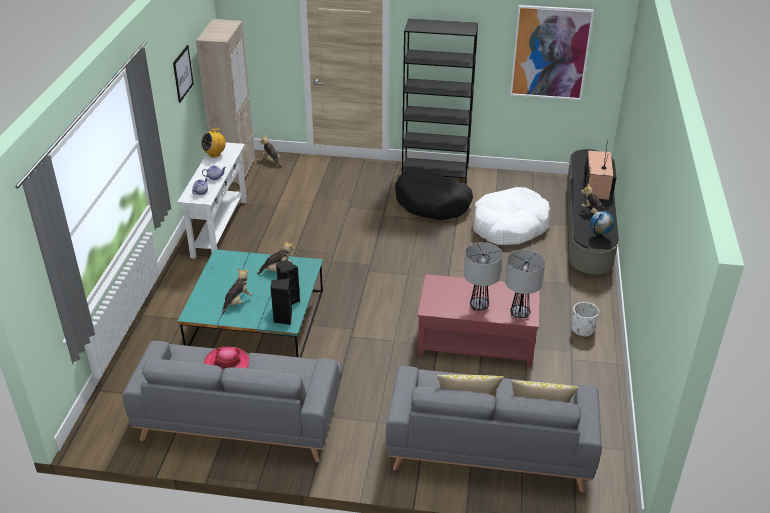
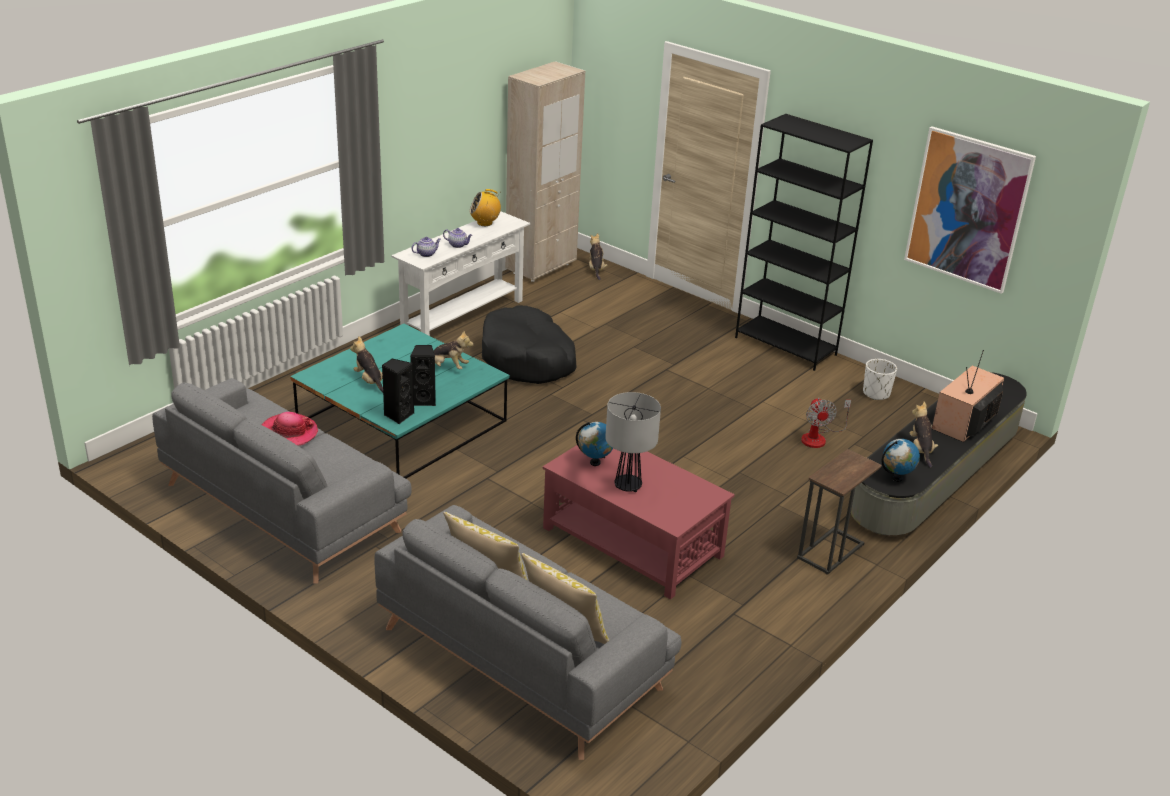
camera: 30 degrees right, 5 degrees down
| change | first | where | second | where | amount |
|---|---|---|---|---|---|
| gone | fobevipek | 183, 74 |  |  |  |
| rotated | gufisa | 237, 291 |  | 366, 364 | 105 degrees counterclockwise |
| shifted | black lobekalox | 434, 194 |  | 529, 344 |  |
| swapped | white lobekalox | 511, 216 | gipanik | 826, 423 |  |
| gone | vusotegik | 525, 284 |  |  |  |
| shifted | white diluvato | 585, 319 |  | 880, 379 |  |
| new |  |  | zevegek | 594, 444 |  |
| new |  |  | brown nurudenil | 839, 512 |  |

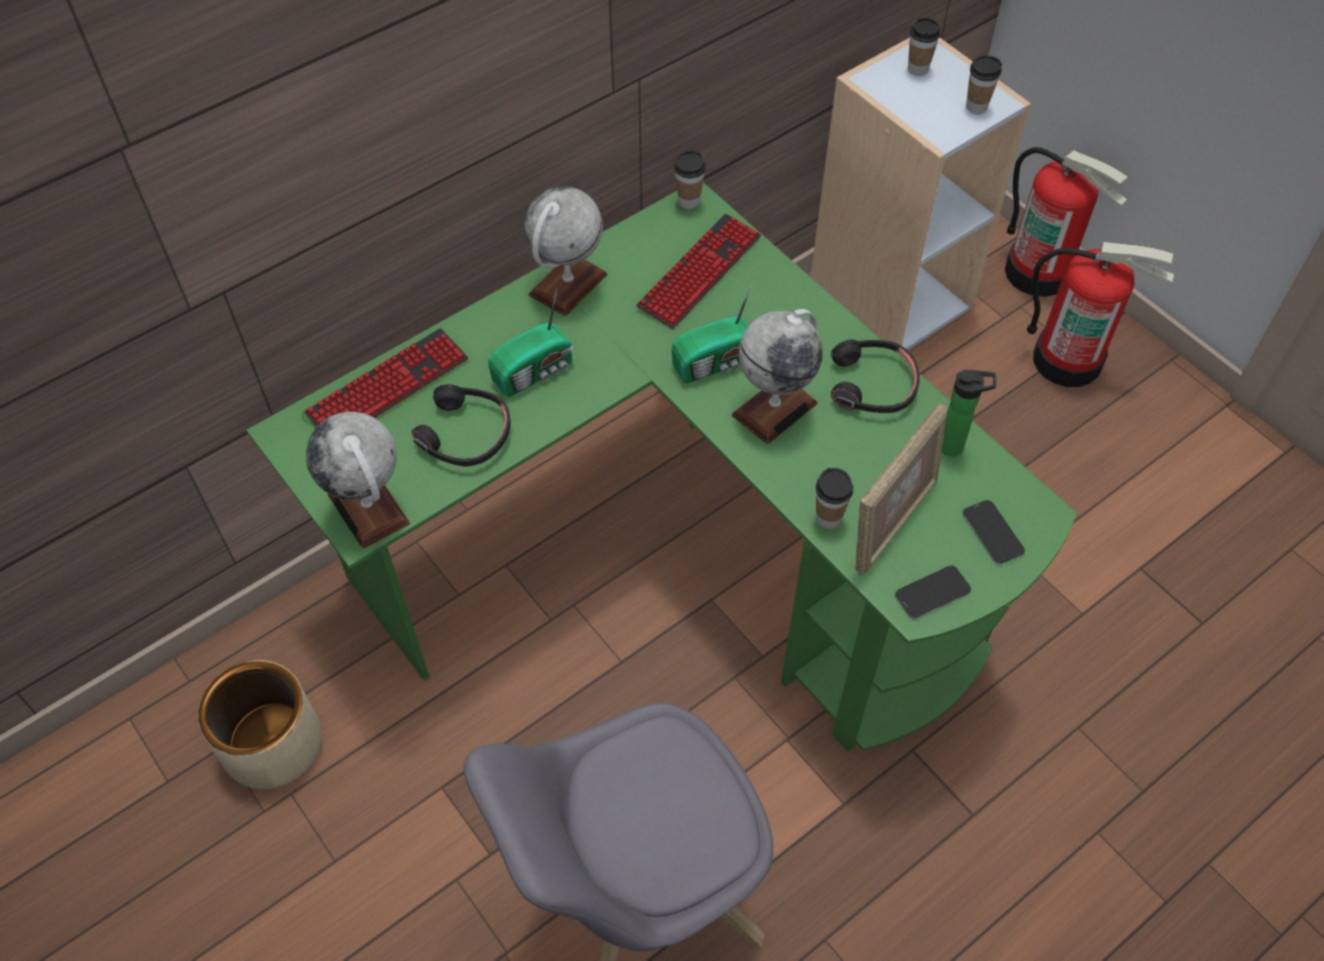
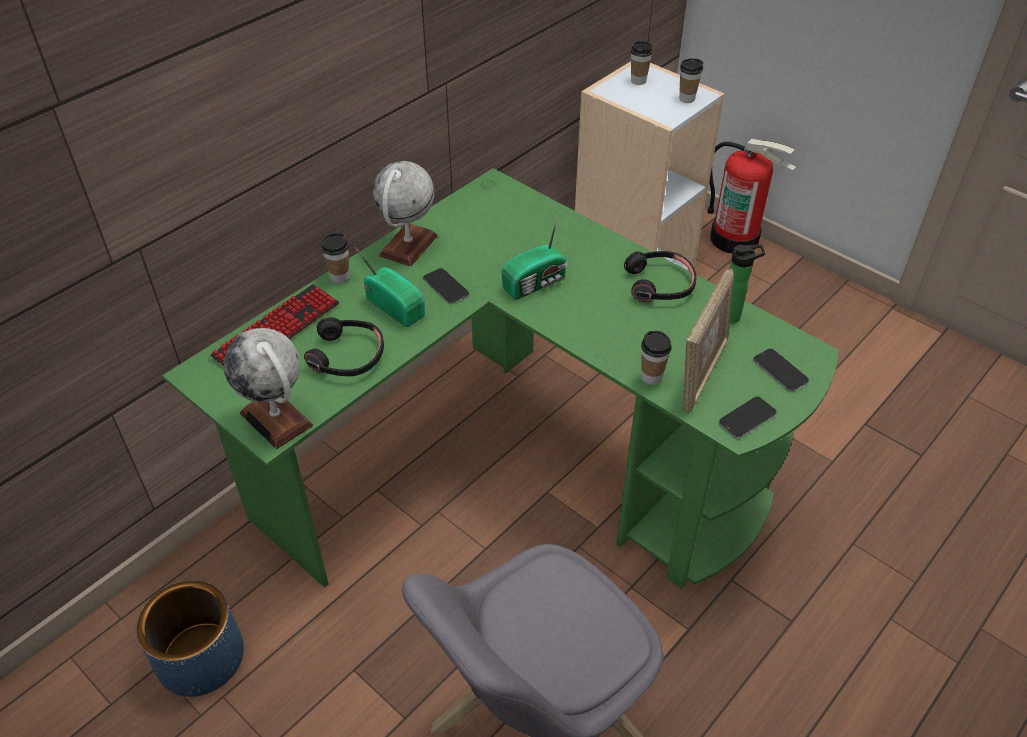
camera: 10 degrees left, 10 degrees down
| change | first | where | second | where | amount |
|---|---|---|---|---|---|
| repainted | beige diluvato | 260, 724 | blue diluvato | 190, 639 |  |
| rotated | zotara | 530, 342 |  | 390, 287 | 90 degrees counterclockwise |
| gone | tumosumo | 698, 271 |  |  |  |
| shifted | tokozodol | 690, 179 |  | 335, 258 |  |
| gone | zevegek | 777, 376 |  |  |  |
| gone | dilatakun | 1100, 314 |  |  |  |
| new |  |  | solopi | 446, 286 |  |

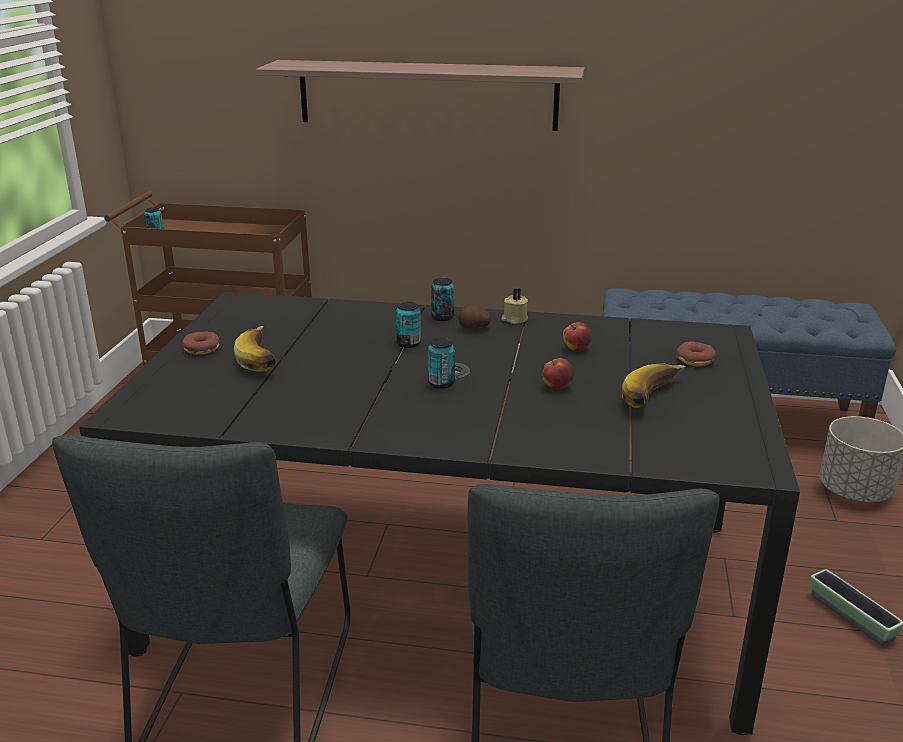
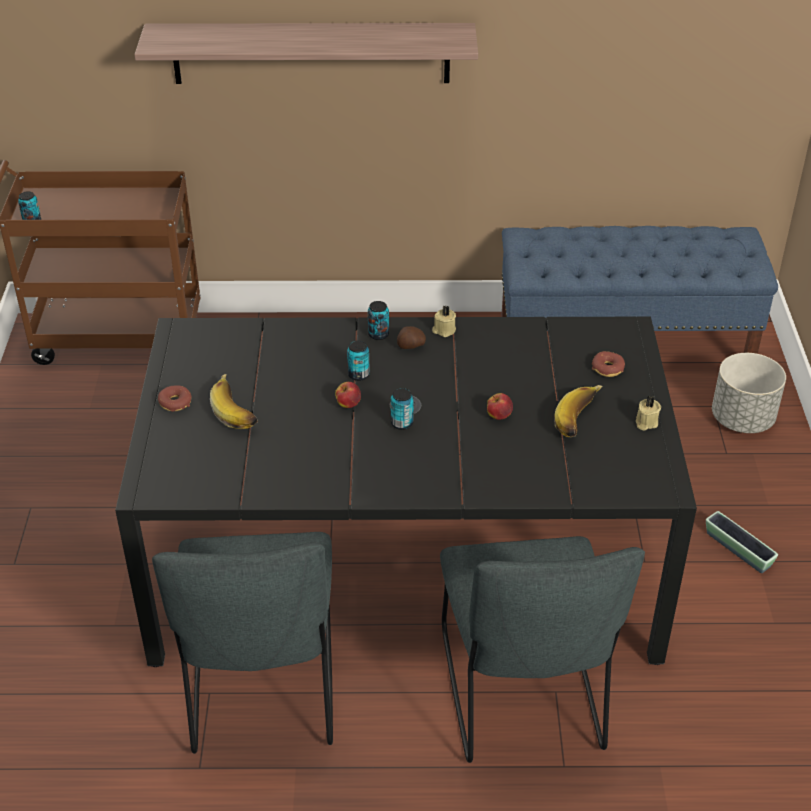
camera: 10 degrees left, 15 degrees up
| change | first | where | second | where | amount |
|---|---|---|---|---|---|
| shifted | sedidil | 577, 336 |  | 348, 395 |  |
| new |  |  | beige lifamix | 648, 413 |  |

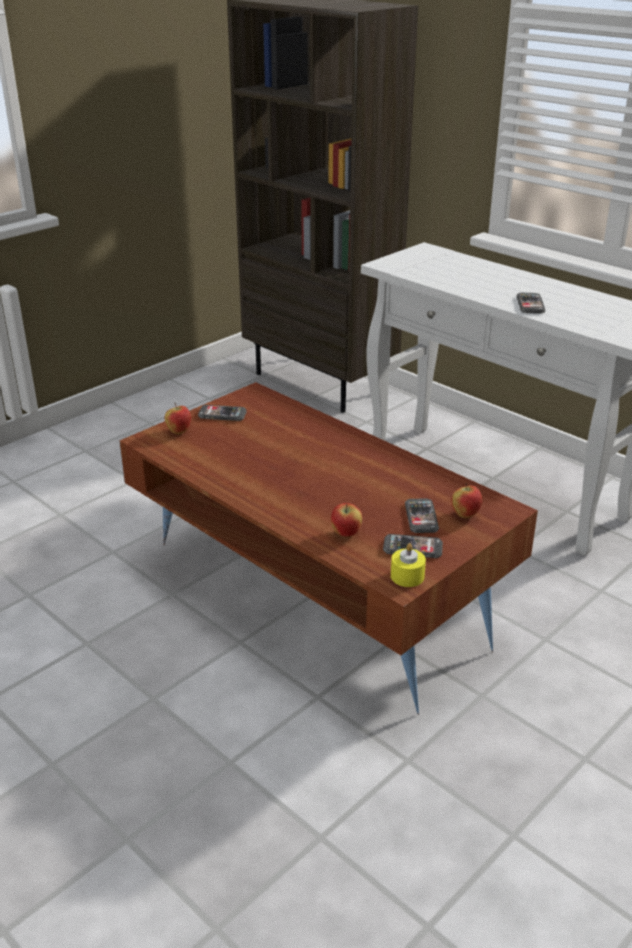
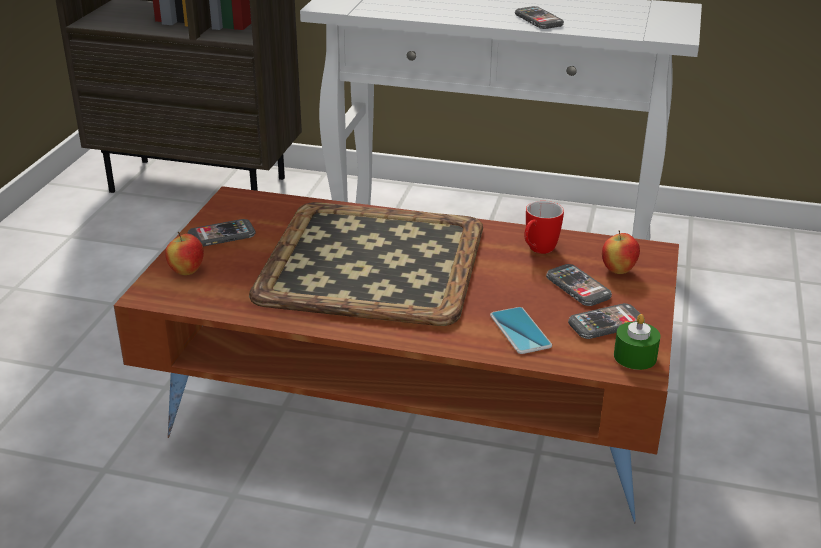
camera: 30 degrees left, 0 degrees up
| change | first | where | second | where | amount |
|---|---|---|---|---|---|
| swapped | sedidil | 346, 520 | solopi | 521, 330 |  |
| repainted | yellow lifamix | 408, 565 | green lifamix | 637, 342 |  |
| new |  |  | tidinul | 366, 264 |  |
| new |  |  | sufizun | 544, 227 |  |

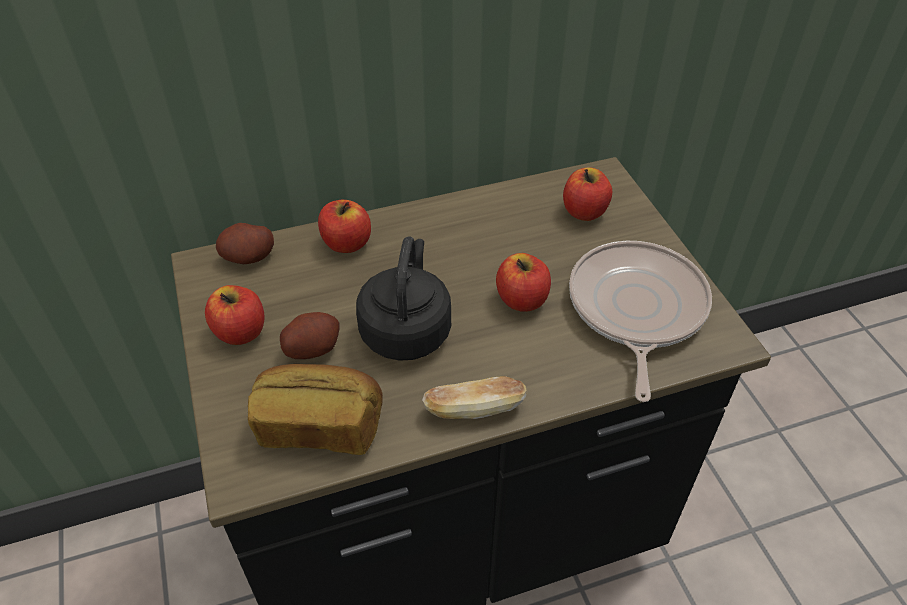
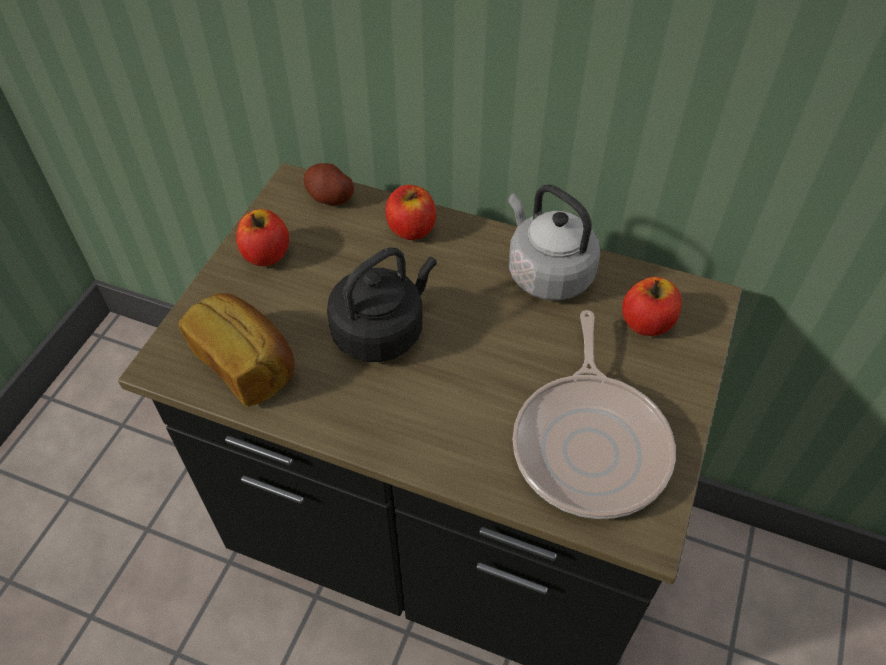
camera: 40 degrees right, 5 degrees up
| change | first | where | second | where | amount |
|---|---|---|---|---|---|
| gone | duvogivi | 310, 335 |  |  |  |
| gone | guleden | 474, 397 |  |  |  |
| gone | sedidil | 523, 282 |  |  |  |
| rotated | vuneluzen | 640, 321 |  | 594, 414 | 135 degrees clockwise |
| new |  |  | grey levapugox | 554, 242 |  |

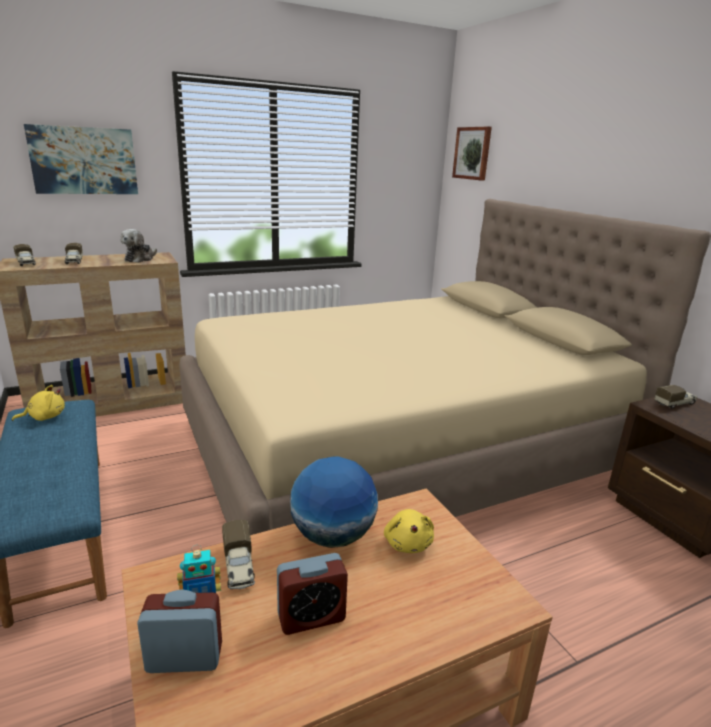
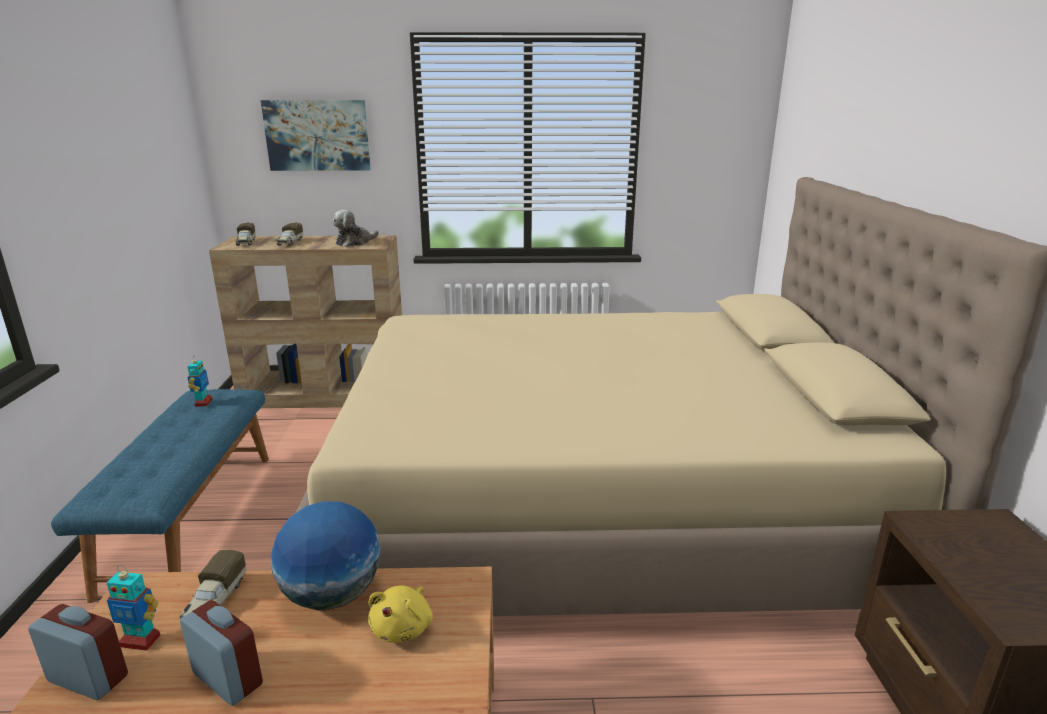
camera: 25 degrees right, 0 degrees up
| change | first | where | second | where | amount |
|---|---|---|---|---|---|
| swapped | yellow gufisa | 38, 403 | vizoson | 200, 381 |  |
| rotated | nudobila | 312, 594 |  | 221, 653 | 150 degrees counterclockwise |
| gone | fobevipek | 472, 154 |  |  |  |
| gone | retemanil | 675, 397 |  |  |  |

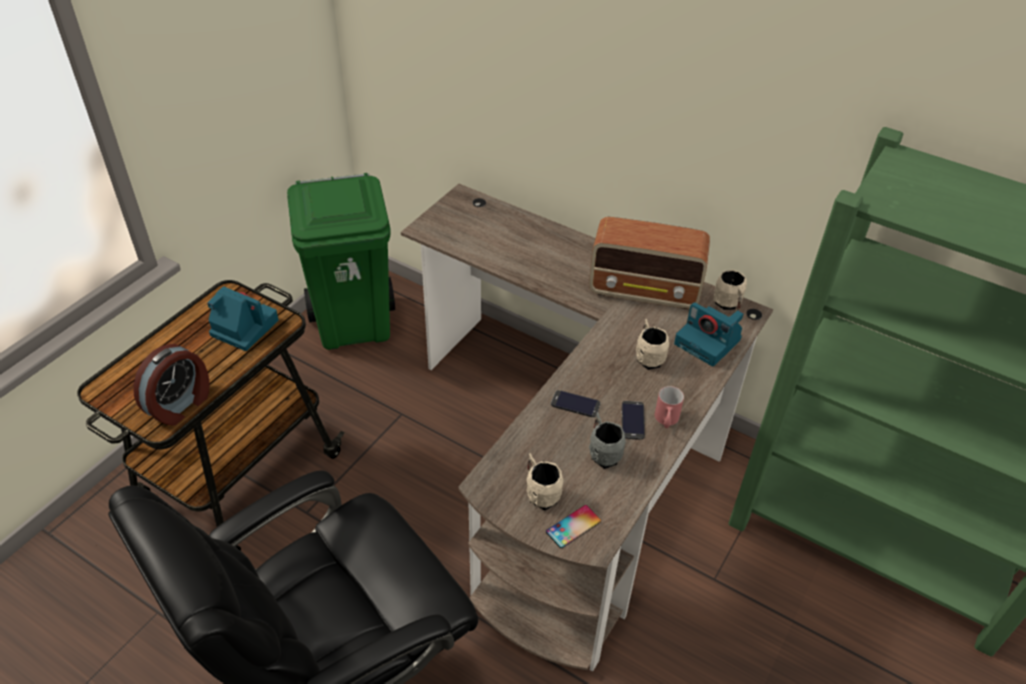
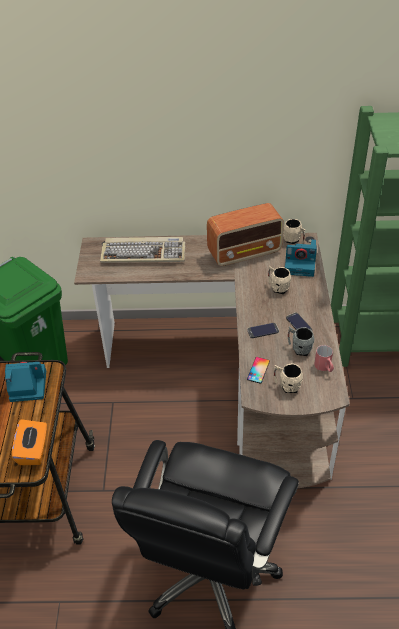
camera: 30 degrees left, 0 degrees up
| change | first | where | second | where | amount |
|---|---|---|---|---|---|
| swapped | nudobila | 171, 385 | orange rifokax | 29, 442 |  |
| shifted | solopi | 573, 526 |  | 258, 370 |  |
| shifted | red sufizun | 669, 407 |  | 324, 358 |  |
| new |  |  | tumosumo | 142, 250 |  |

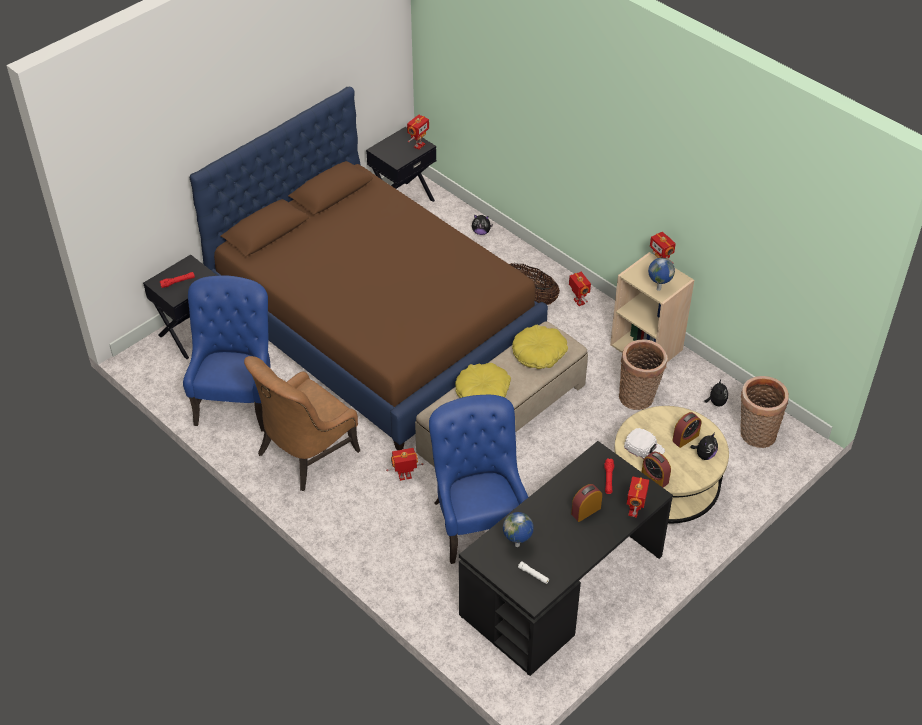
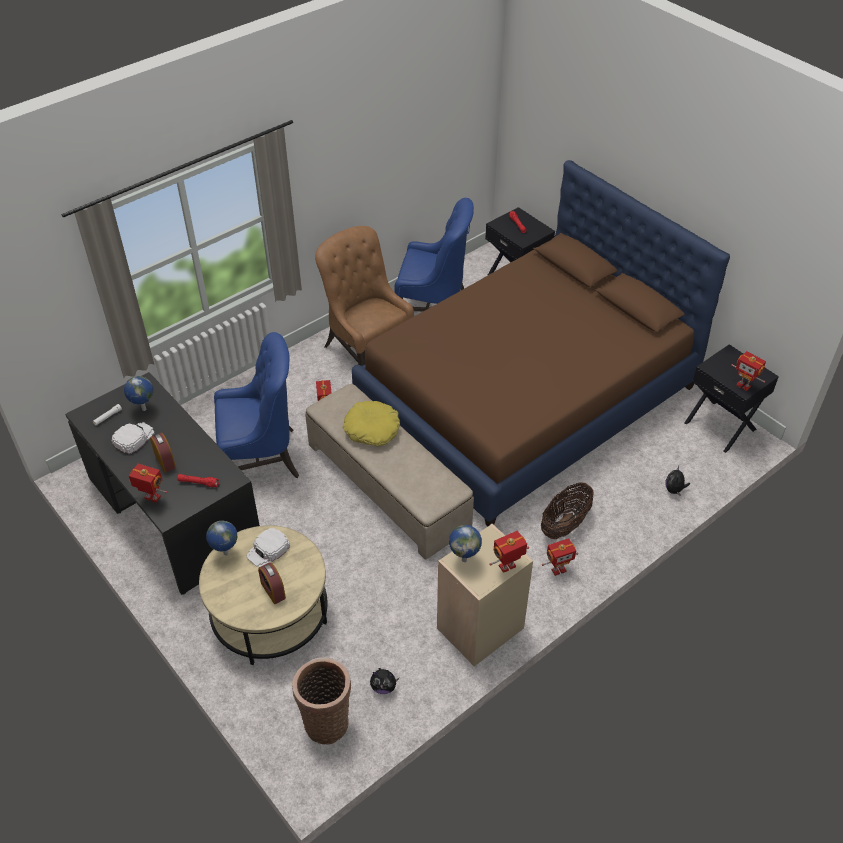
camera: 95 degrees right, 0 degrees up
| change | first | where | second | where | amount |
|---|---|---|---|---|---|
| gone | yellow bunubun | 540, 347 |  |  |  |
| gone | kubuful | 643, 374 |  |  |  |
| swapped | nudobila | 656, 469 | zevegek | 221, 538 |  |
| gone | gufisa | 704, 446 |  |  |  |
| new |  |  | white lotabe | 133, 438 |  |

